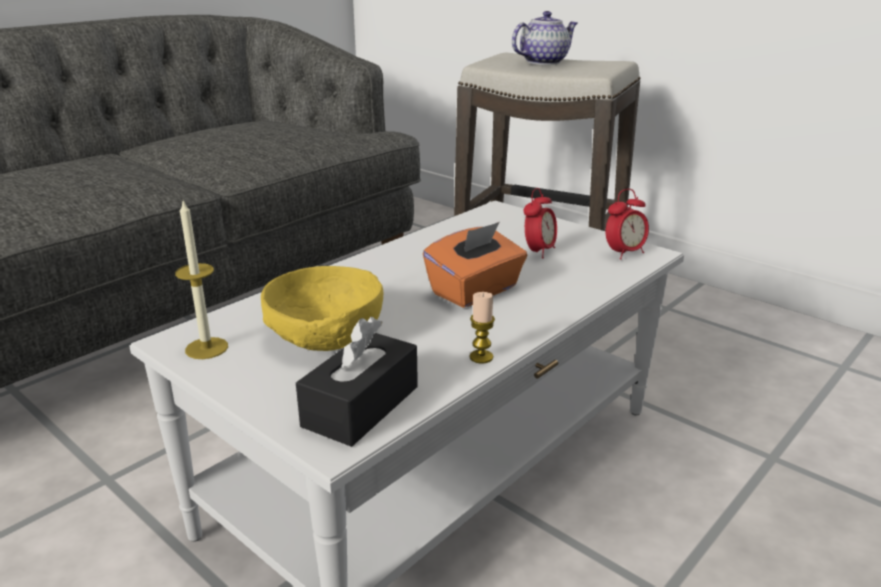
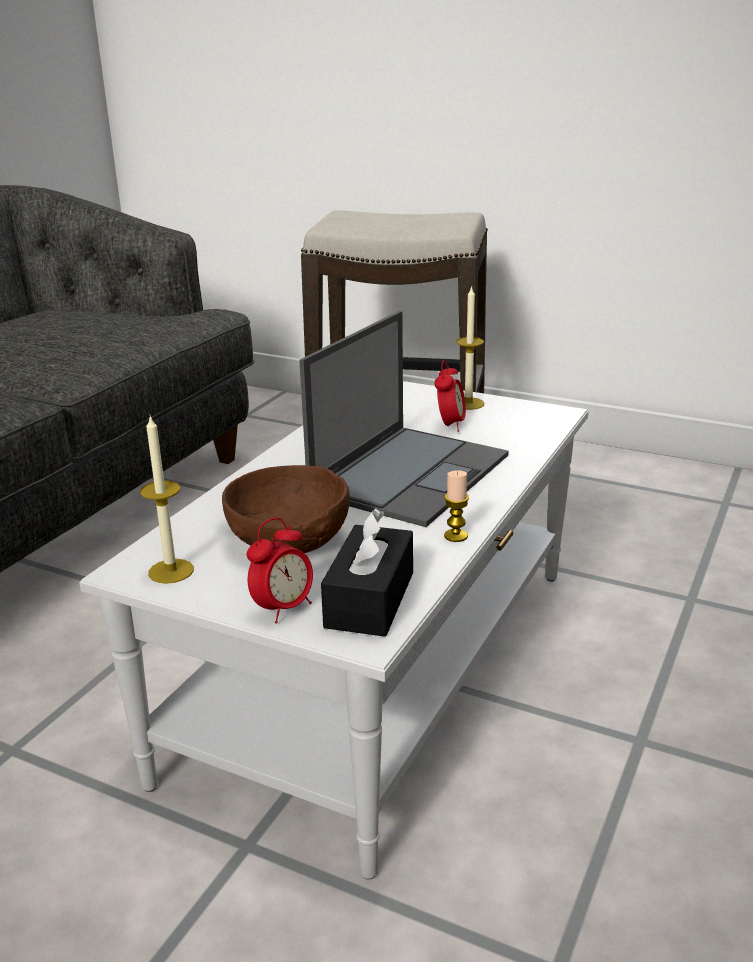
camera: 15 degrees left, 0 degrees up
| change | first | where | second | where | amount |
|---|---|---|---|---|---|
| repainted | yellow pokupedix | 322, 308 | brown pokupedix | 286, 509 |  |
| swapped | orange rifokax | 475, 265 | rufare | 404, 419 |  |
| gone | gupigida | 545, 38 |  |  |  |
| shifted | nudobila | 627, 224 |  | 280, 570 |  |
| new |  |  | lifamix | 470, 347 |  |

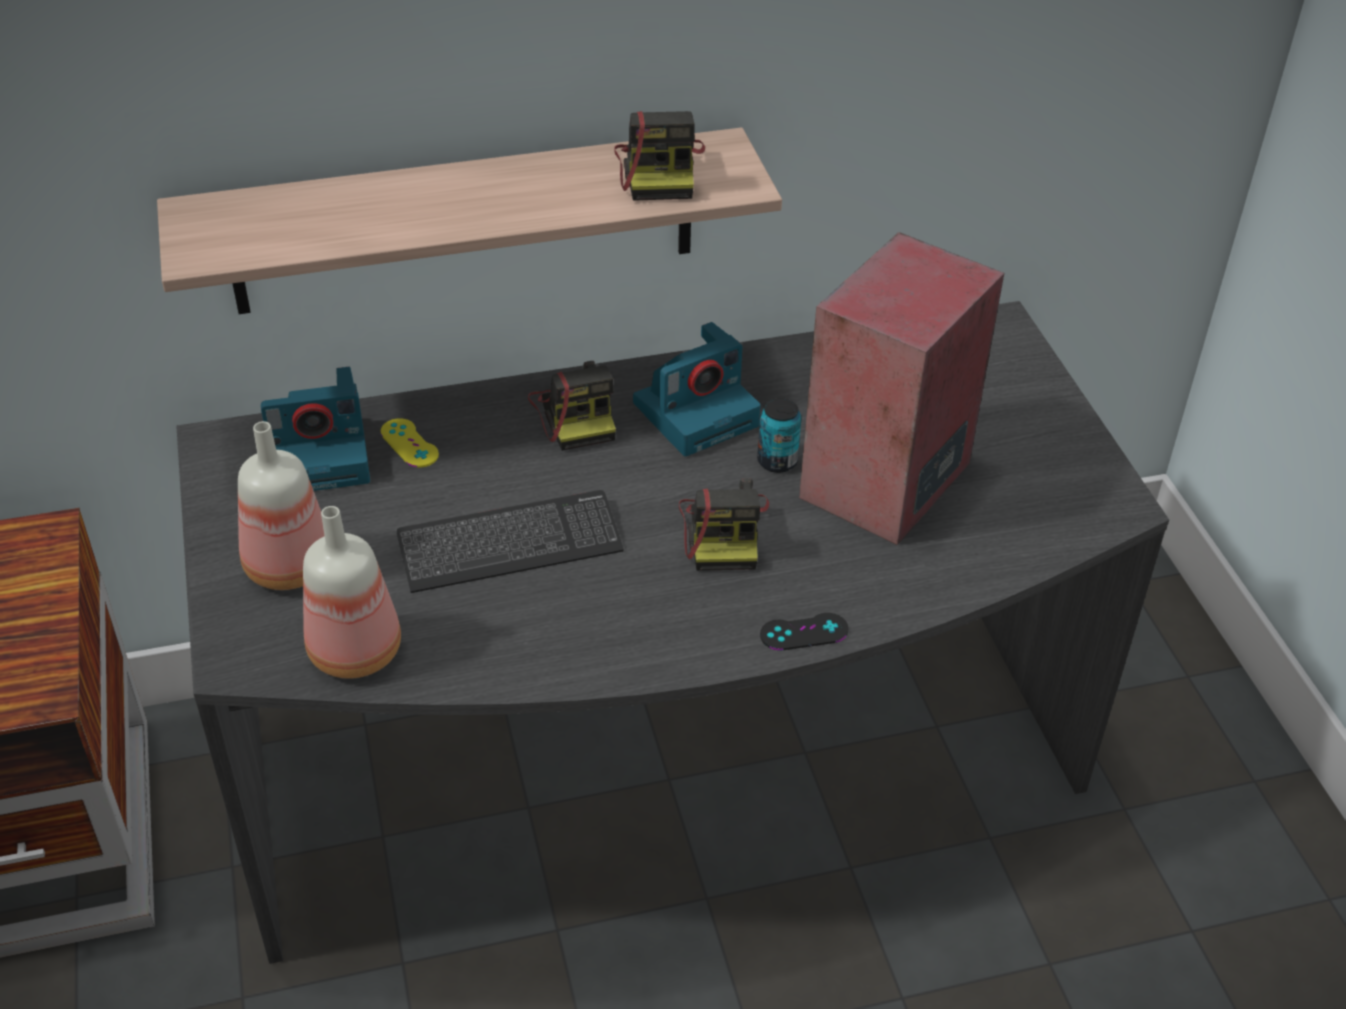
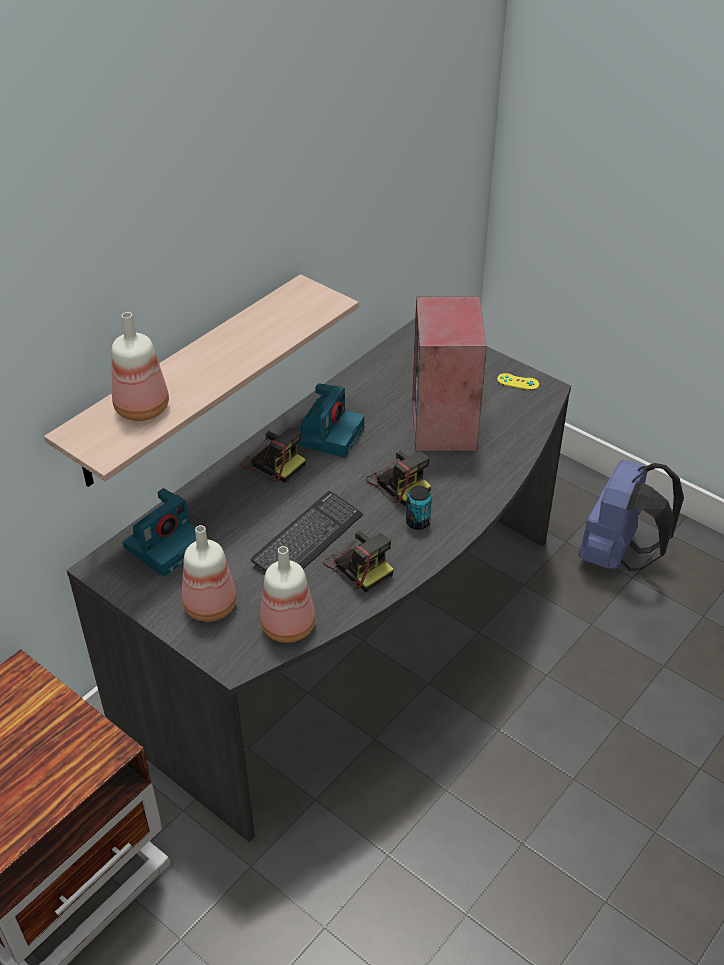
camera: 35 degrees left, 0 degrees up
| change | first | where | second | where | amount |
|---|---|---|---|---|---|
| shifted | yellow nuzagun | 409, 442 |  | 518, 381 |  |
| shifted | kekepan | 659, 156 |  | 358, 561 |  |
| shifted | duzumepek | 779, 435 |  | 419, 508 |  |
| gone | black nuzagun | 804, 631 |  |  |  |
| new |  |  | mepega | 140, 366 |  |
| new |  |  | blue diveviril | 631, 515 |  |

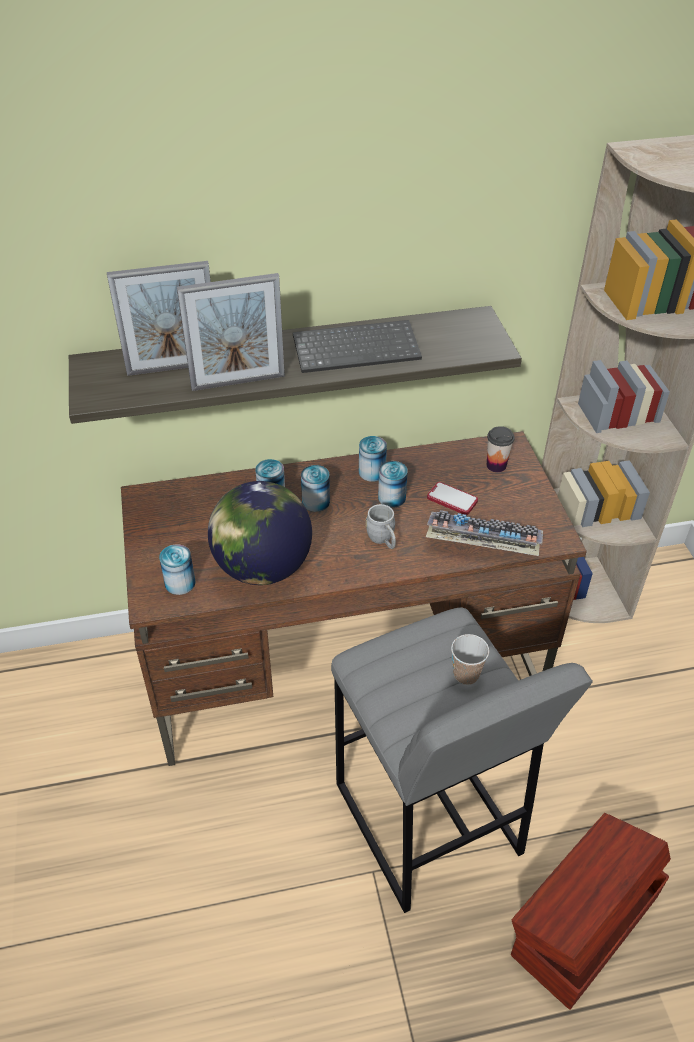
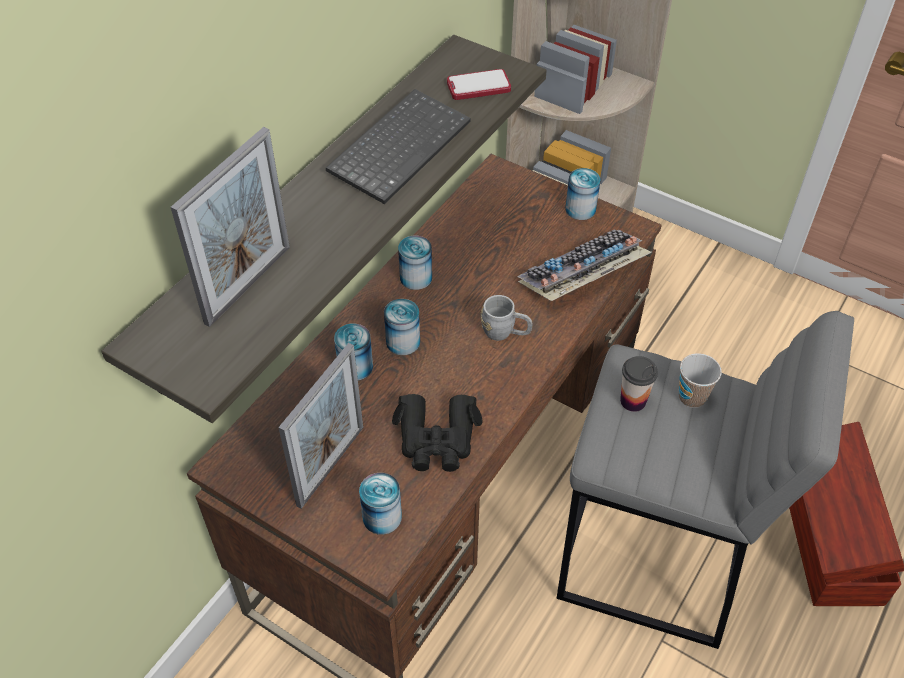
camera: 45 degrees left, 5 degrees up
| change | first | where | second | where | amount |
|---|---|---|---|---|---|
| shifted | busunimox | 231, 332 |  | 320, 426 |  |
| swapped | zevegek | 260, 533 | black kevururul | 437, 433 |  |
| shifted | duzumepek | 393, 484 |  | 583, 194 |  |
| shifted | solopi | 452, 498 |  | 479, 84 |  |
| shifted | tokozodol | 501, 449 |  | 639, 384 |  |

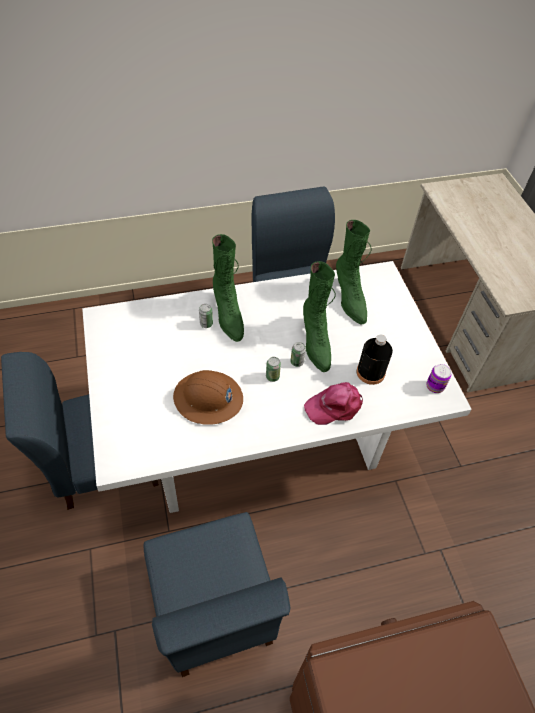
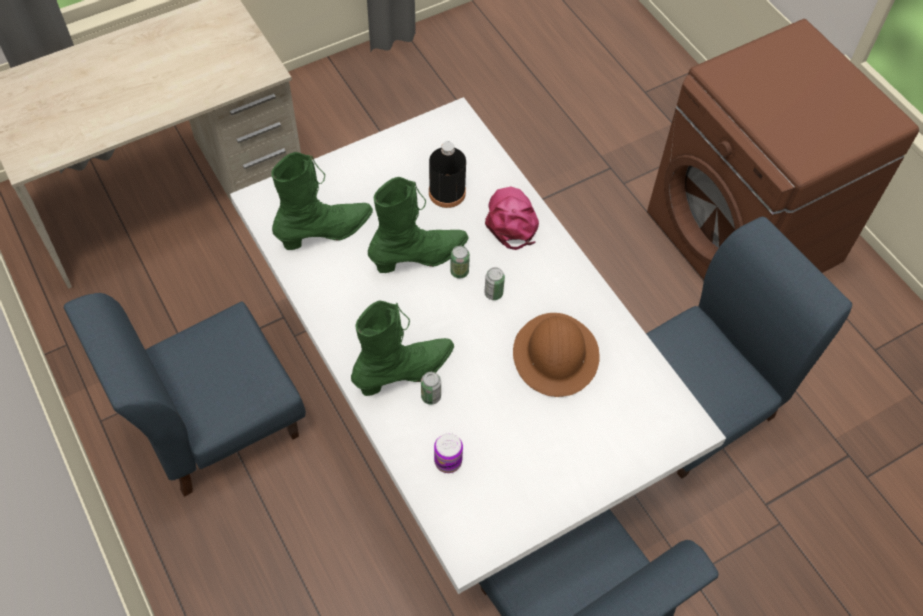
camera: 105 degrees left, 5 degrees up
| change | first | where | second | where | amount |
|---|---|---|---|---|---|
| rotated | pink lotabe | 333, 403 |  | 512, 218 | 150 degrees counterclockwise |
| shifted | duzumepek | 439, 378 |  | 448, 453 |  |

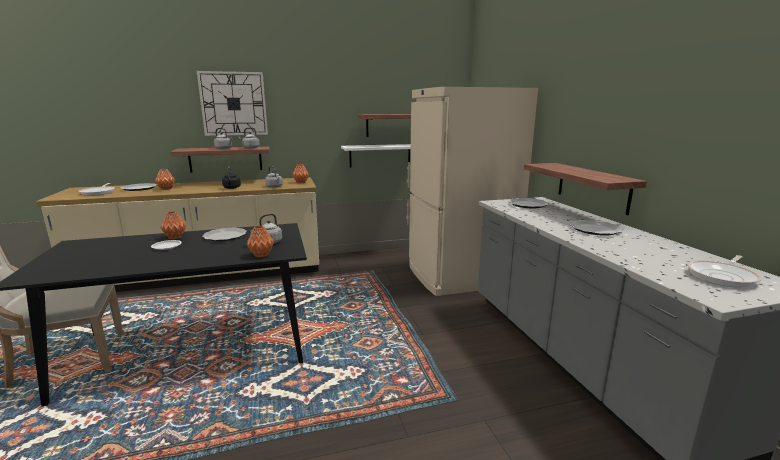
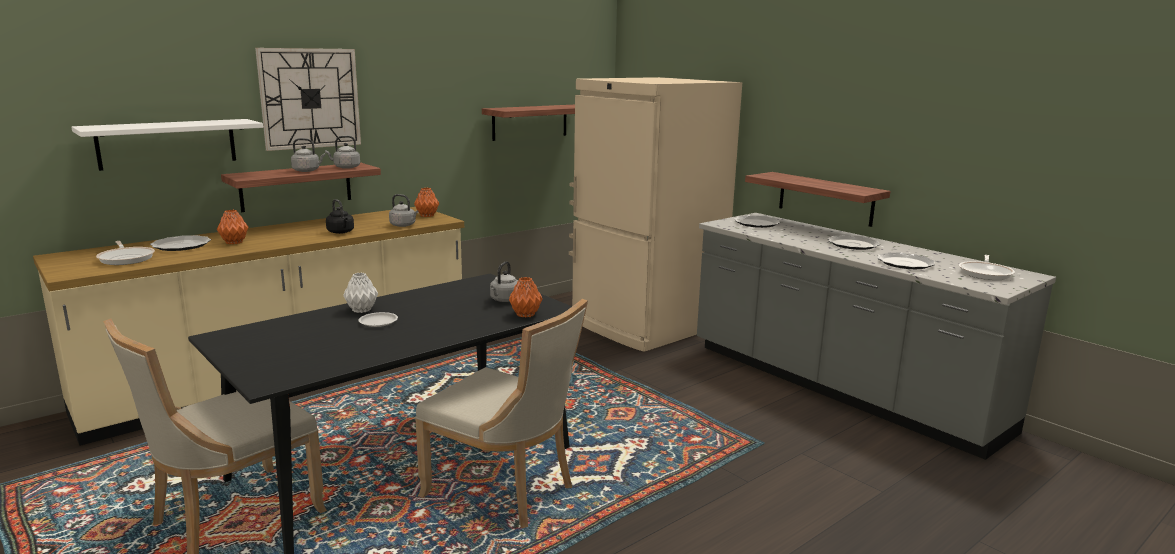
camera: 25 degrees left, 0 degrees up
| change | first | where | second | where | amount |
|---|---|---|---|---|---|
| repainted | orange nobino | 173, 225 | white nobino | 360, 293 |  |
| shifted | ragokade | 224, 234 |  | 906, 260 |  |
| shifted | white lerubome | 376, 156 |  | 167, 145 |  |
| new |  |  | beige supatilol | 501, 413 |  |

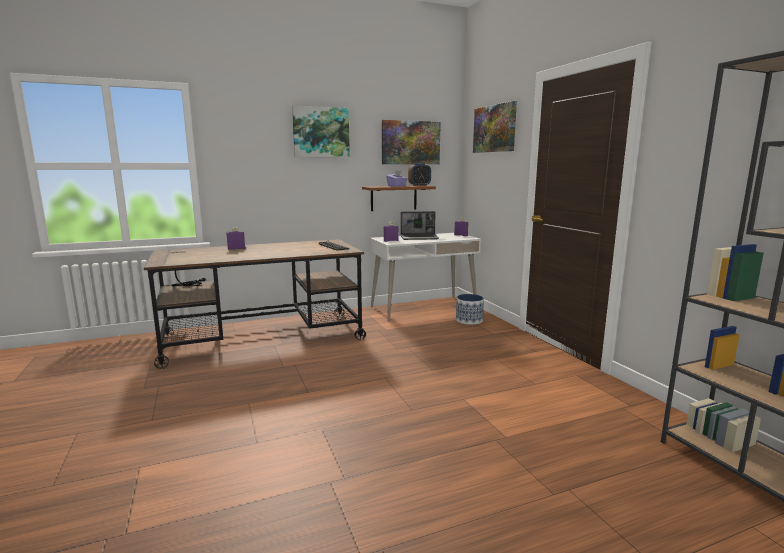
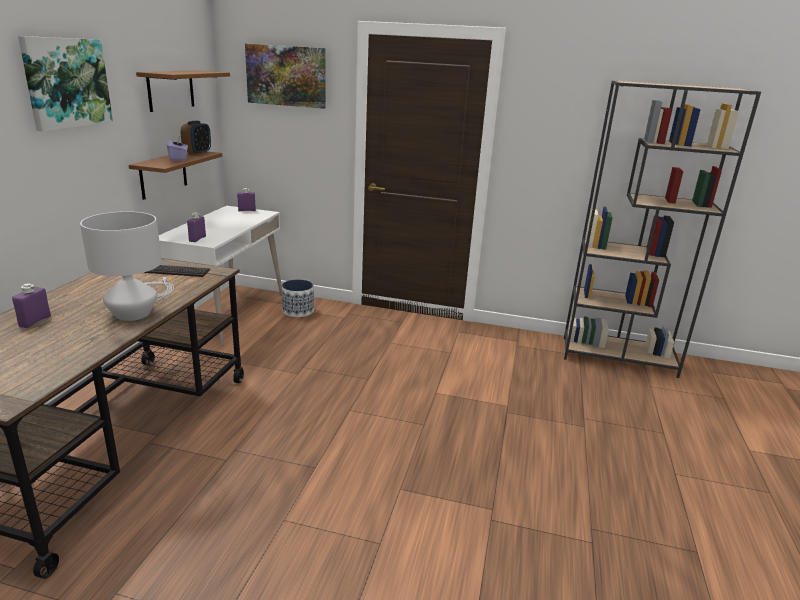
camera: 55 degrees left, 10 degrees up
| change | first | where | second | where | amount |
|---|---|---|---|---|---|
| swapped | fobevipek | 411, 142 | brown lerubome | 183, 91 |  |
| gone | rufare | 420, 225 |  |  |  |
| new |  |  | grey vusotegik | 127, 266 |  |

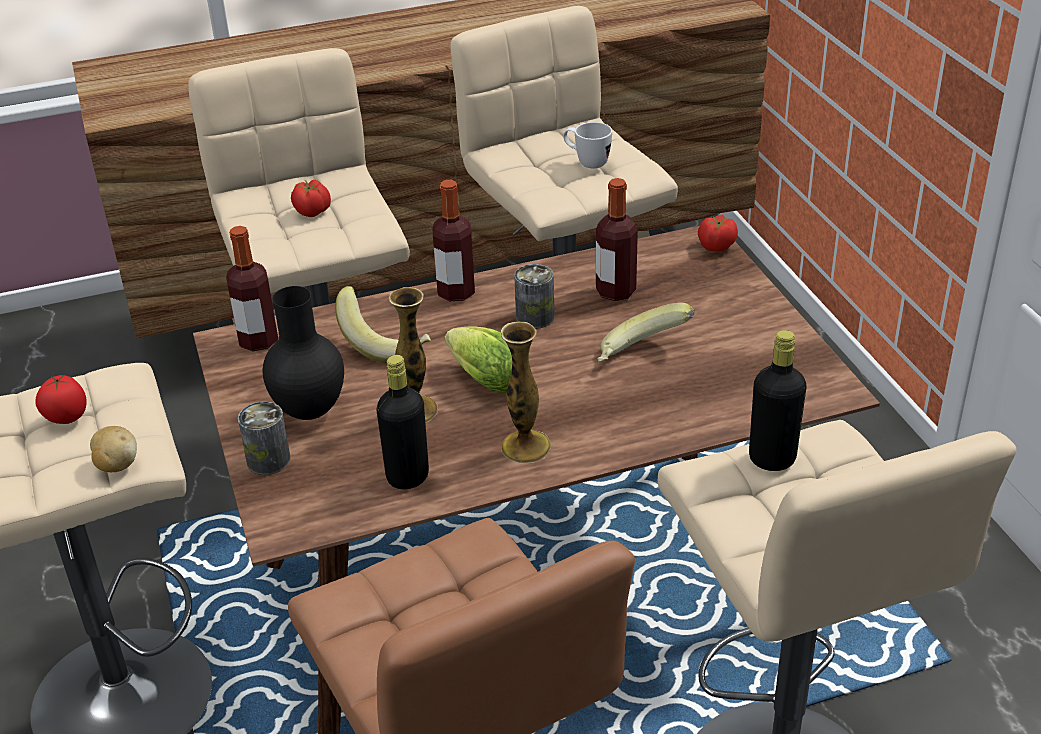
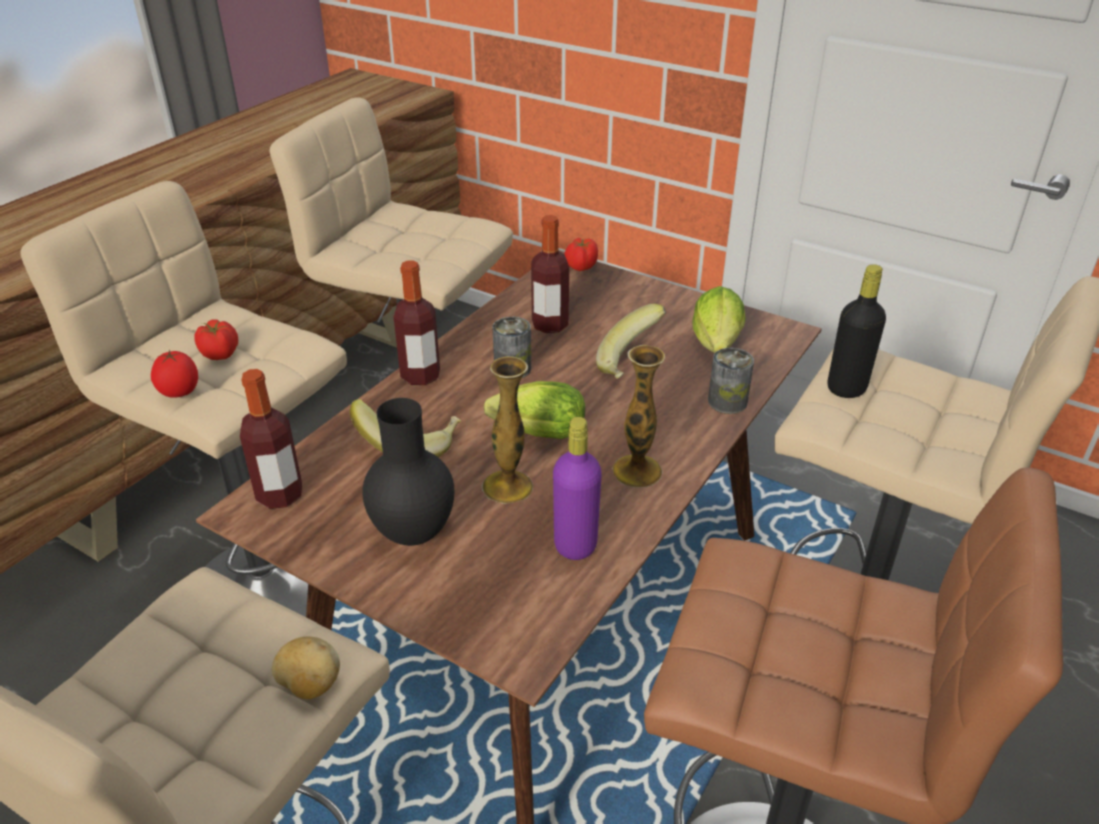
camera: 40 degrees left, 0 degrees up
| change | first | where | second | where | amount |
|---|---|---|---|---|---|
| shifted | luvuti | 61, 399 |  | 174, 374 |  |
| shifted | duzumepek | 264, 438 |  | 731, 381 |  |
| repainted | black mepega | 403, 422 | purple mepega | 577, 488 |  |
| gone | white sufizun | 587, 145 |  |  |  |
| new |  |  | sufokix | 718, 319 |  |

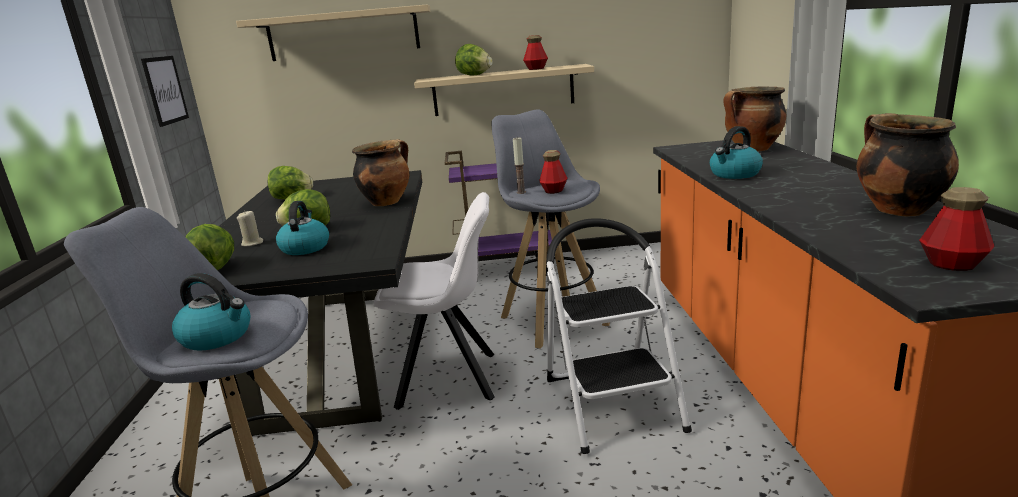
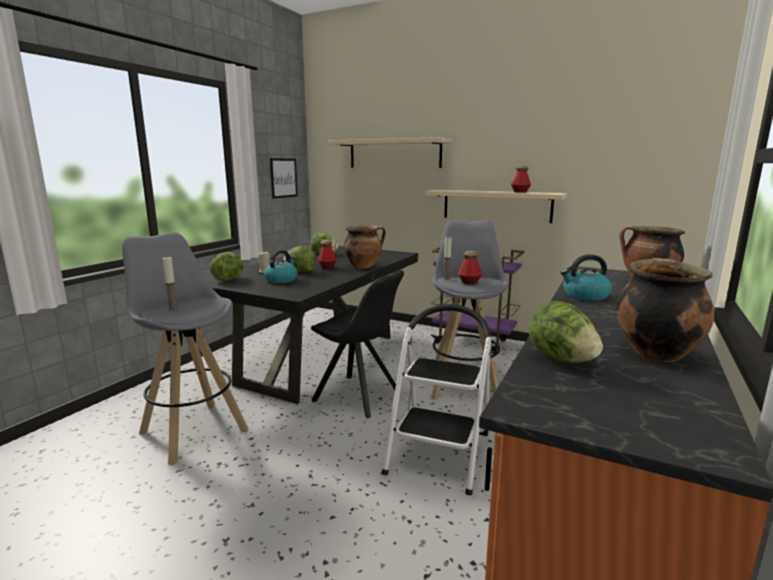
camera: 30 degrees right, 5 degrees down
| change | first | where | second | where | amount |
|---|---|---|---|---|---|
| swapped | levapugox | 211, 312 | lifamix | 170, 283 |  |
| repainted | white supatilol | 434, 301 | black supatilol | 357, 344 |  |
| shifted | sufokix | 473, 60 |  | 566, 332 |  |
| shifted | mepega | 957, 229 |  | 327, 254 |  |

